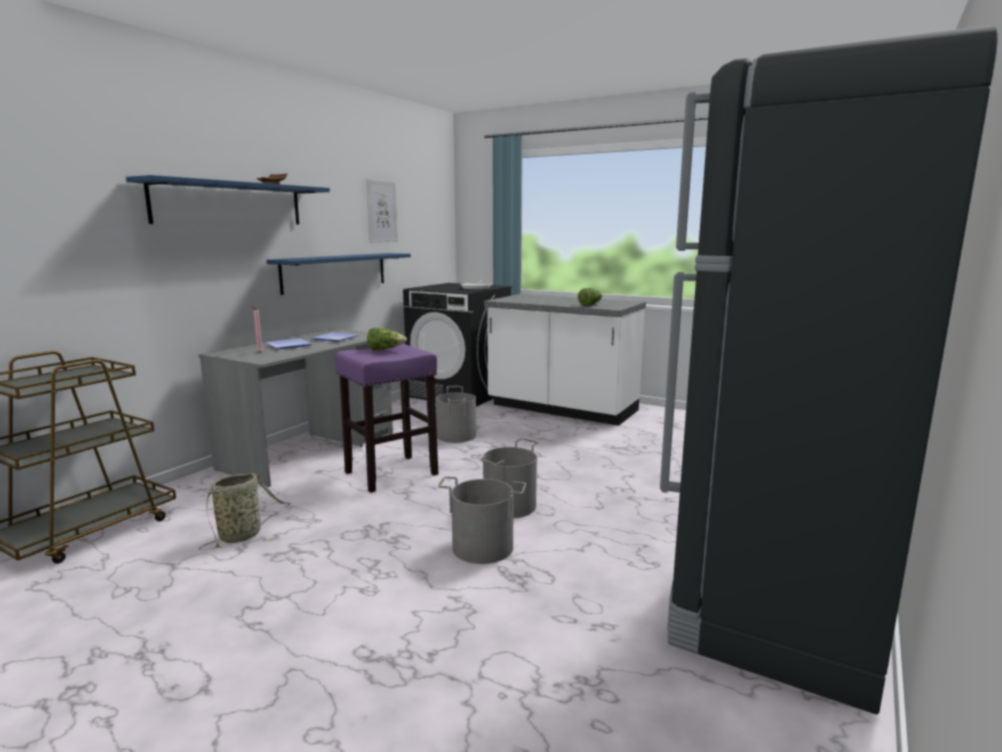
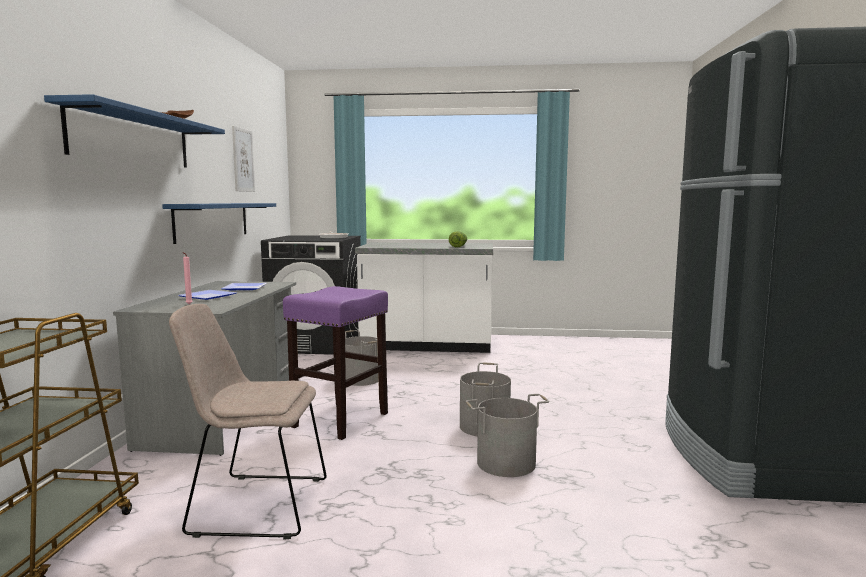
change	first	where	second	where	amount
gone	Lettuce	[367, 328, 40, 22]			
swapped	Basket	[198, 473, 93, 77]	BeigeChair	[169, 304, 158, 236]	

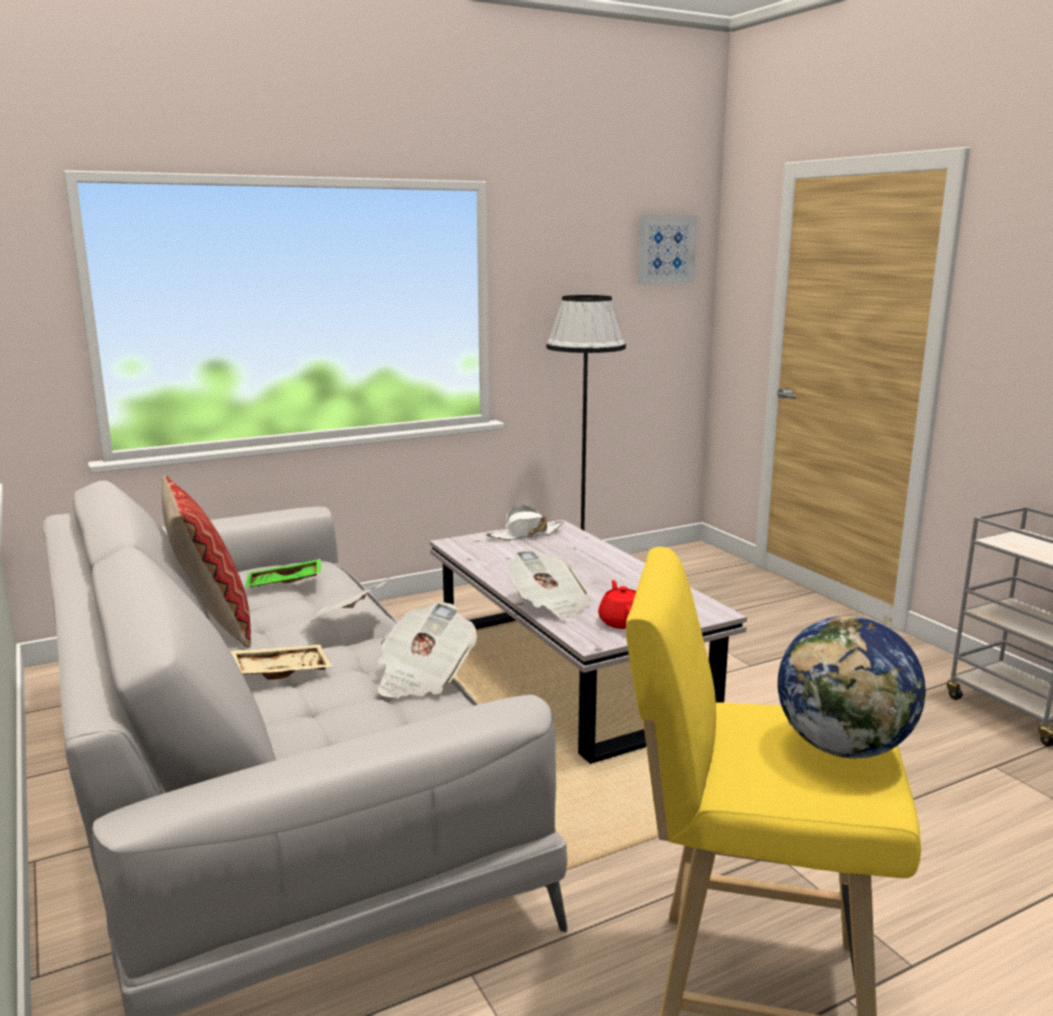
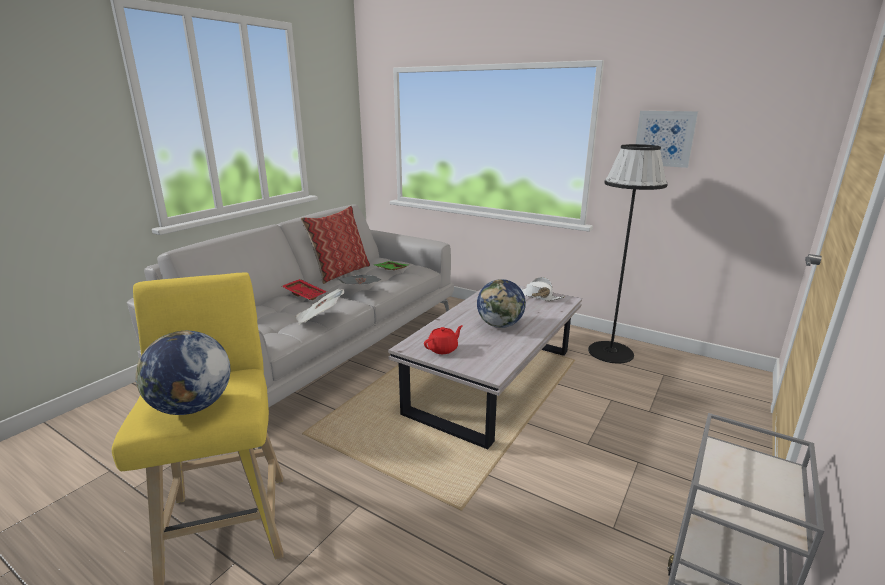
change	first	where	second	where	amount
shifted	Picture	[637, 215, 60, 70]		[636, 111, 62, 57]	
gone	Newspaper	[507, 549, 85, 72]			
repainted	BeigeTray	[230, 644, 102, 36]	RedTray	[282, 279, 45, 21]	
new			Globe	[477, 279, 49, 49]	

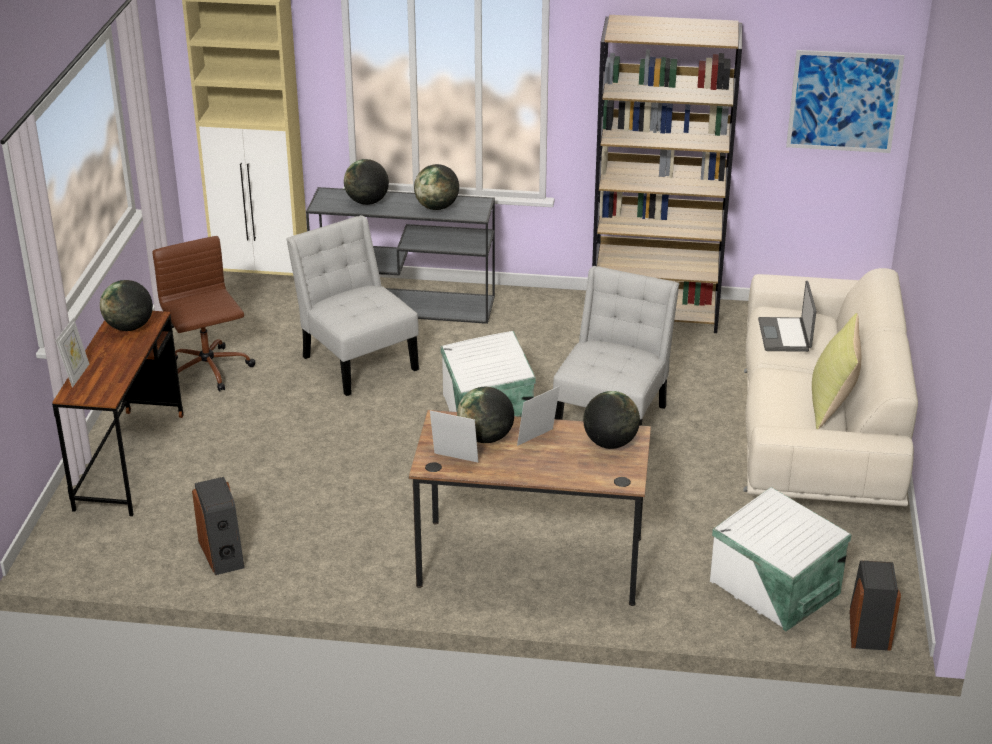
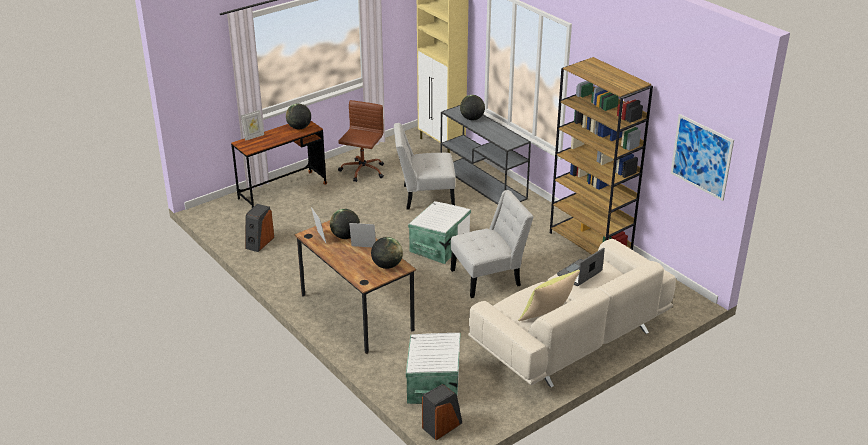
change	first	where	second	where	amount
gone	Globe	[414, 164, 45, 46]			
rotated	WhiteChair	[286, 215, 133, 181]		[394, 123, 62, 87]	105 degrees counterclockwise

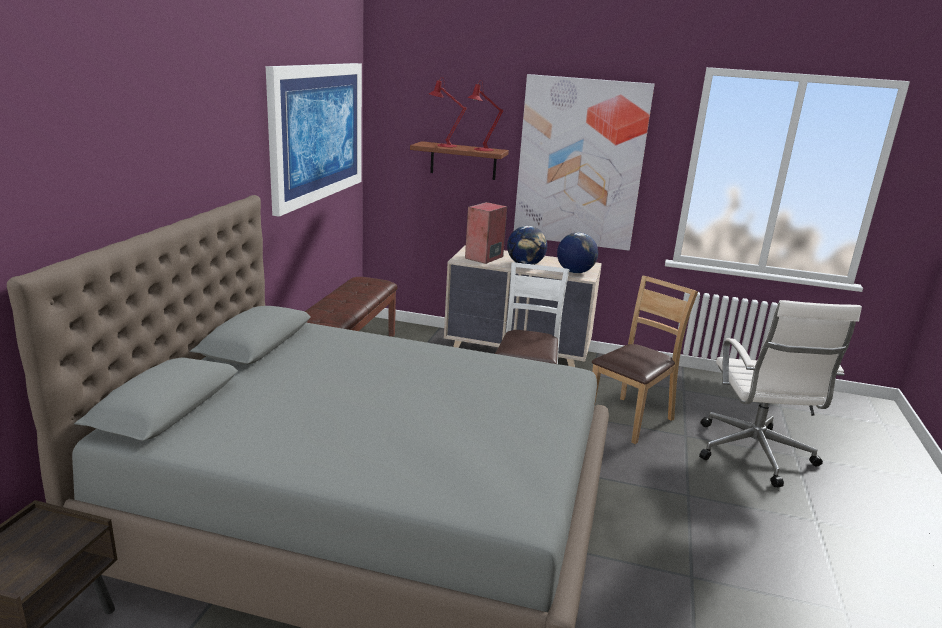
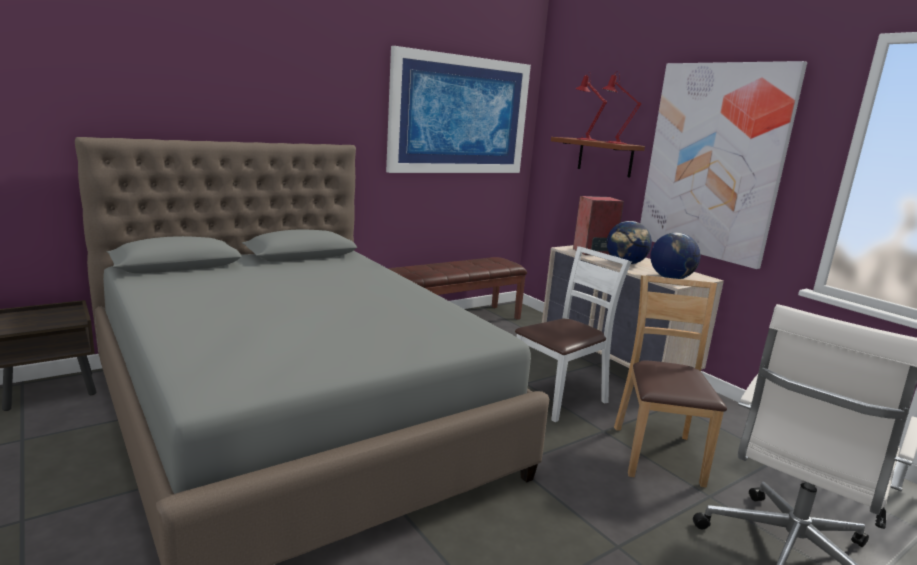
change	first	where	second	where	amount
rotated	BrownChair	[592, 275, 106, 169]		[614, 275, 113, 213]	75 degrees counterclockwise

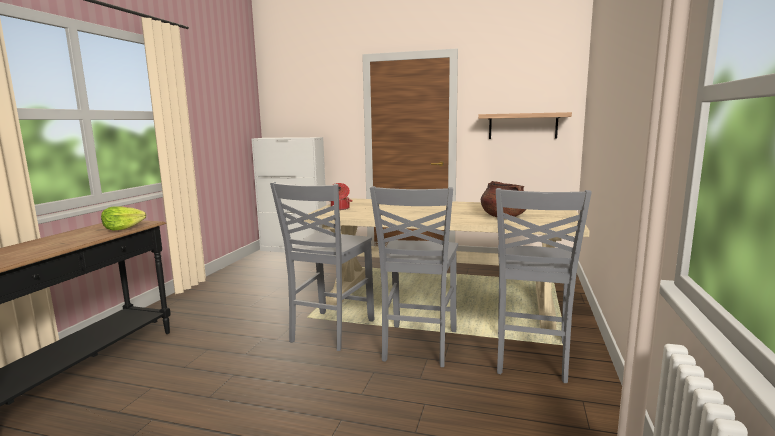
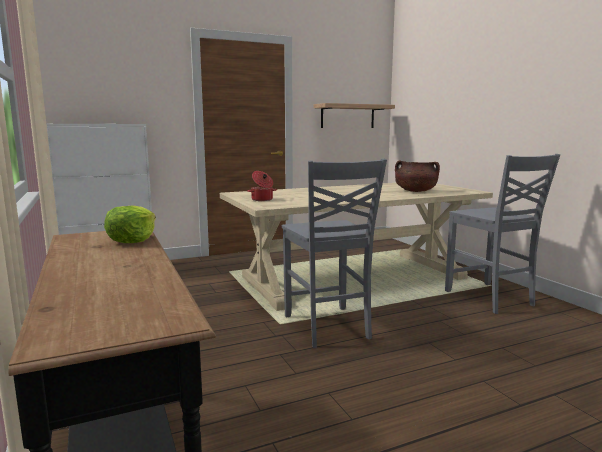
change	first	where	second	where	amount
gone	GreyChair	[370, 186, 88, 181]			

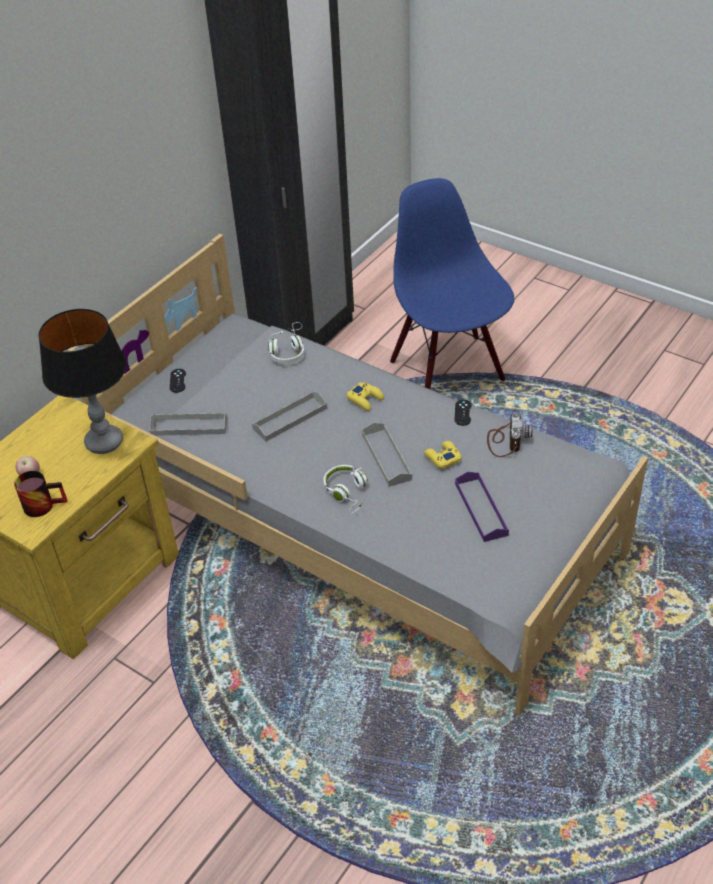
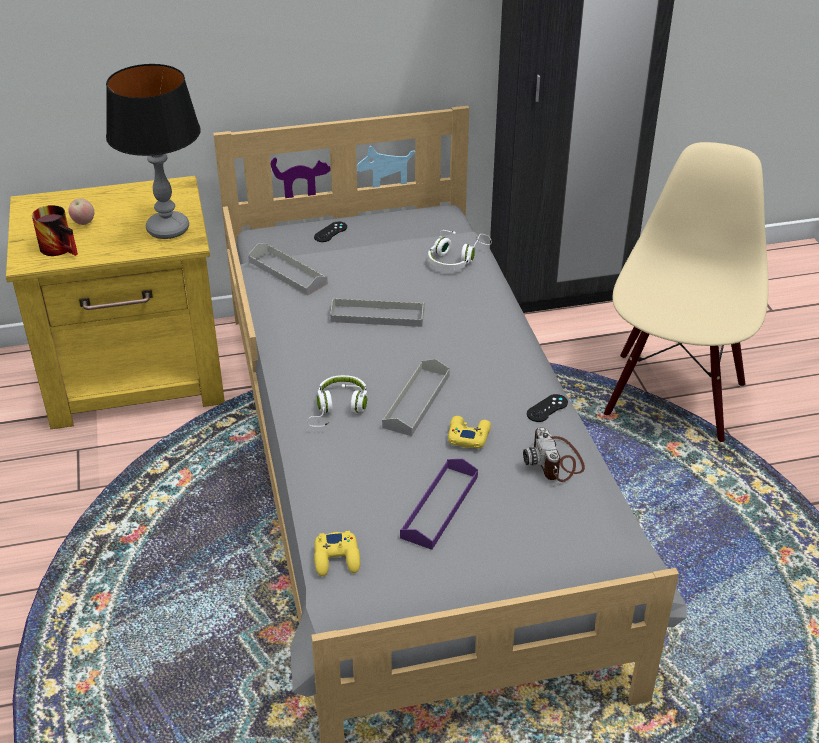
change	first	where	second	where	amount
repainted	BlueChair	[390, 178, 124, 211]	BeigeChair	[604, 142, 165, 300]	
shifted	YellowGameController	[347, 382, 37, 29]		[314, 531, 46, 45]	
rotated	PhotoCamera	[487, 413, 45, 44]		[523, 426, 62, 56]	120 degrees clockwise

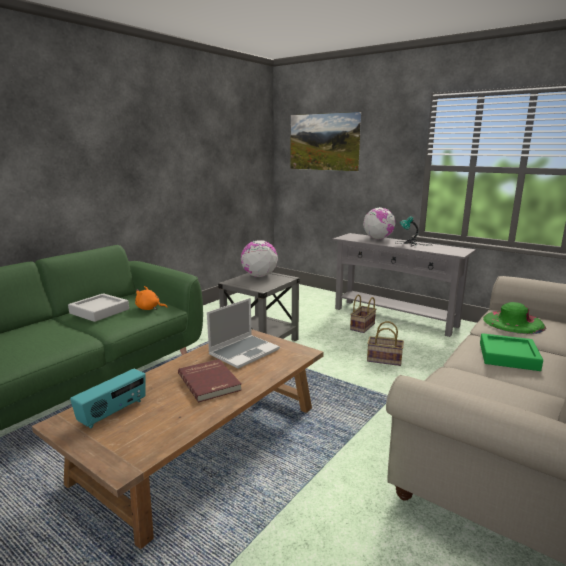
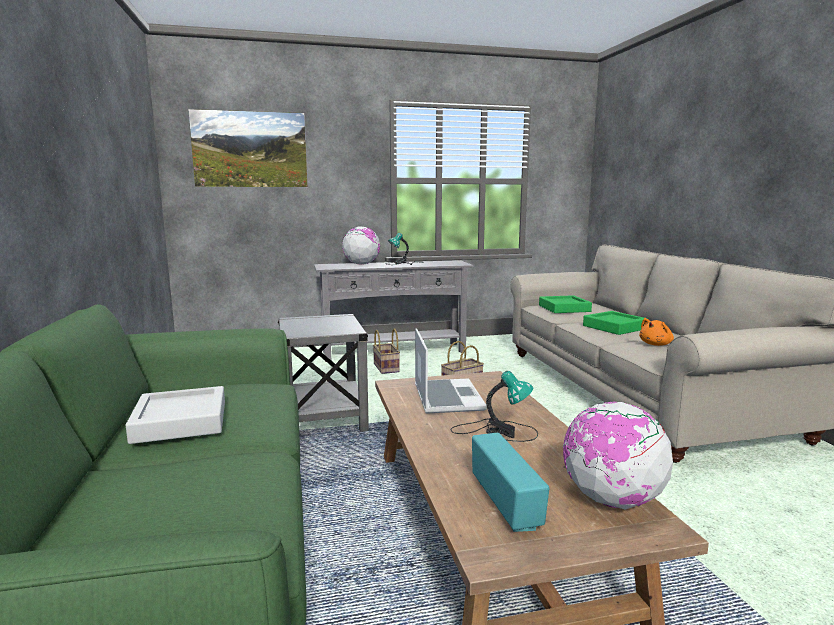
change	first	where	second	where	amount
shifted	Globe	[241, 240, 37, 37]		[563, 402, 110, 108]	
shifted	OrangePlushToy	[135, 286, 33, 24]		[639, 318, 35, 28]	
swapped	GreenHat	[483, 302, 63, 32]	GreenTray	[539, 295, 53, 18]	
swapped	RedBook	[178, 359, 64, 43]	TableLamp	[451, 371, 87, 71]	

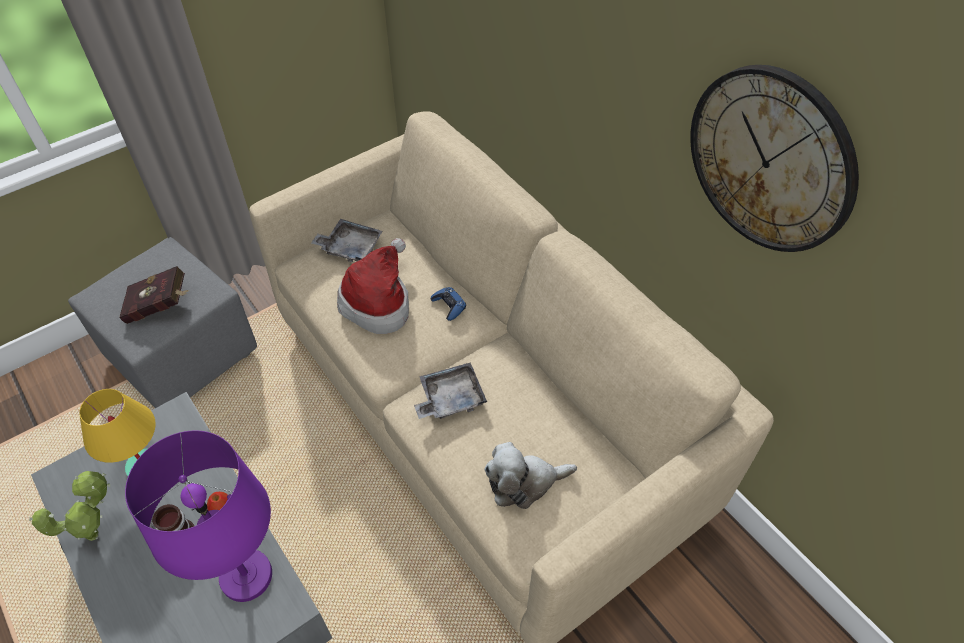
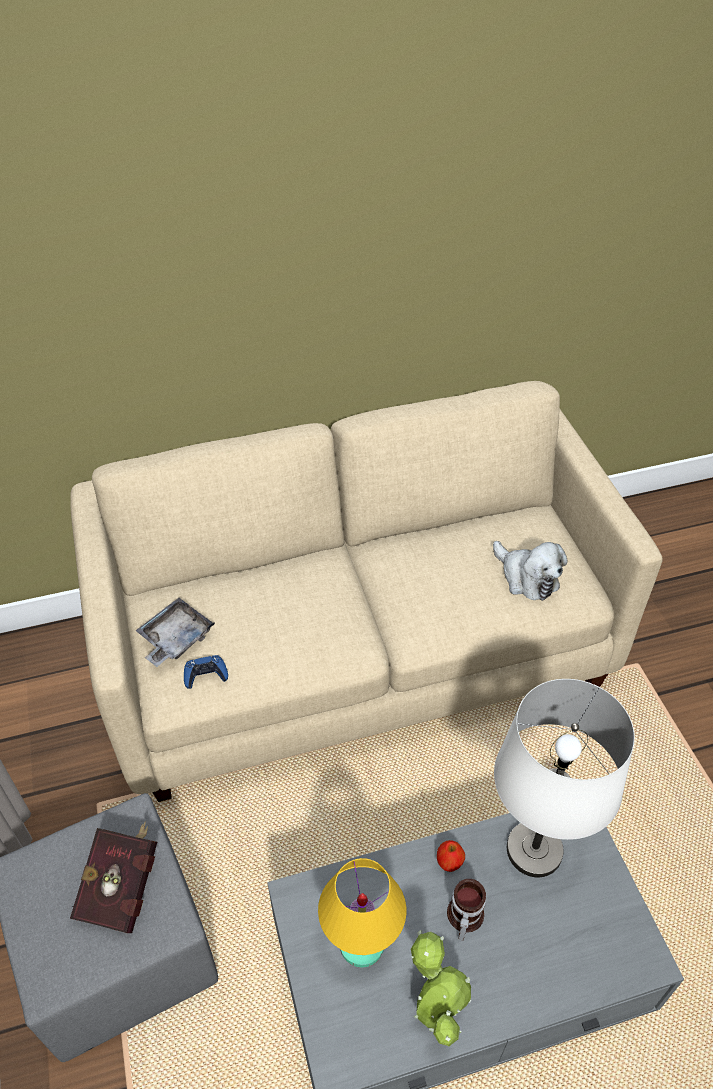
change	first	where	second	where	amount
gone	WallClock	[690, 65, 169, 187]			
gone	Hat	[337, 238, 72, 96]			
shifted	BlueGameController	[431, 287, 35, 34]		[184, 655, 44, 34]	
gone	GreyTray	[414, 362, 73, 57]			
repainted	PurpleTableLamp	[125, 431, 147, 171]	WhiteTableLamp	[494, 679, 141, 198]	
rotated	PlushToy	[484, 442, 93, 67]		[493, 541, 74, 60]	45 degrees counterclockwise

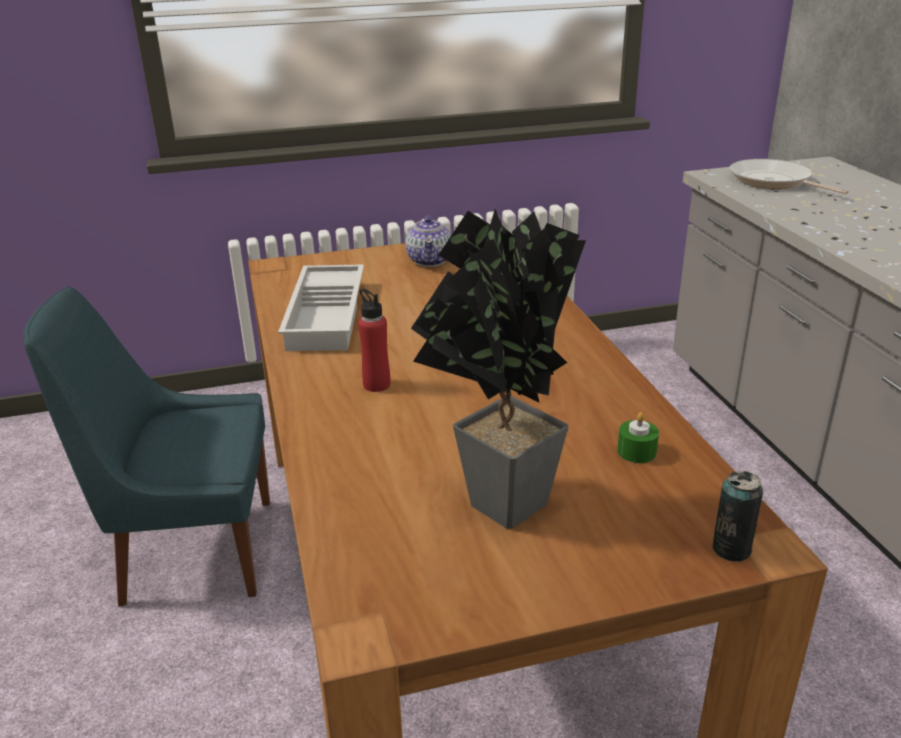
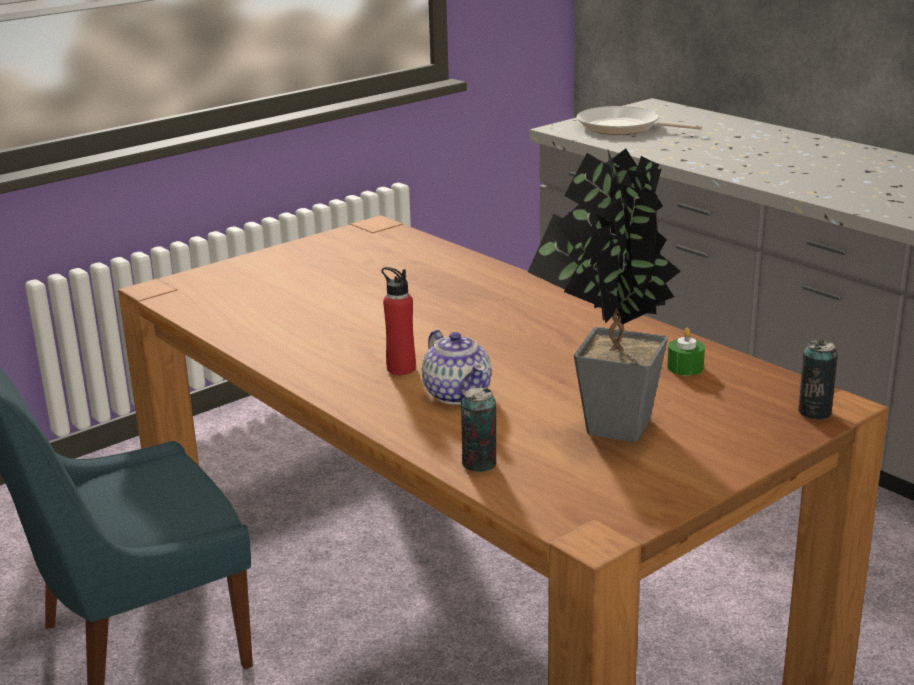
change	first	where	second	where	amount
shifted	Teapot	[405, 216, 46, 51]		[422, 330, 69, 74]	
gone	WhiteTray	[278, 265, 86, 86]			
new			Can	[461, 388, 35, 84]	

